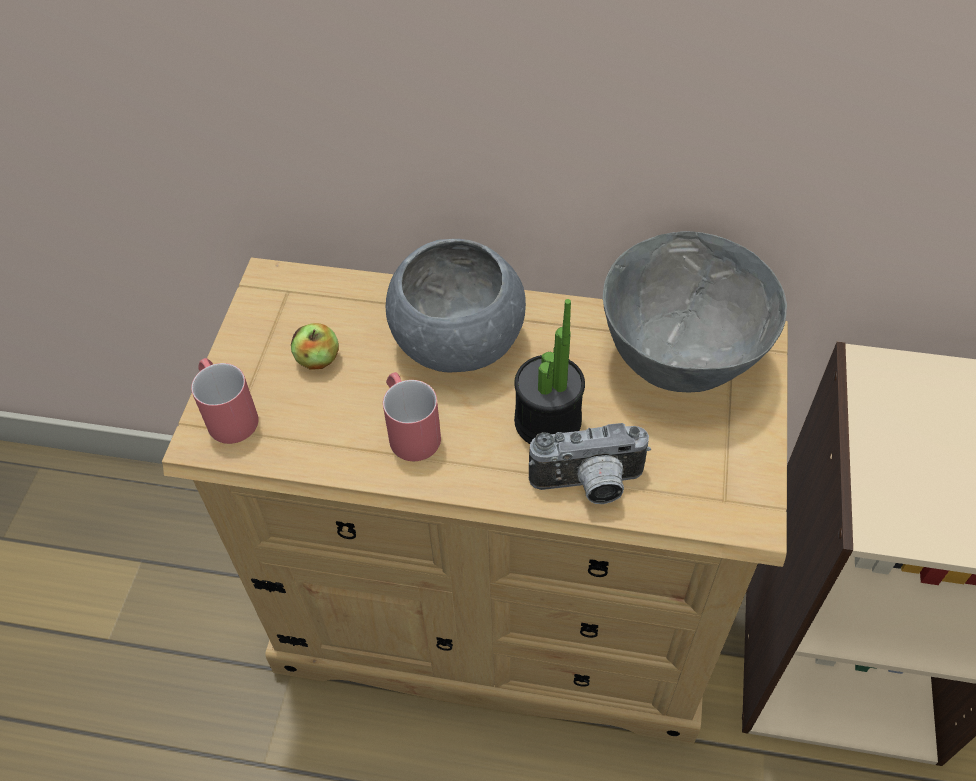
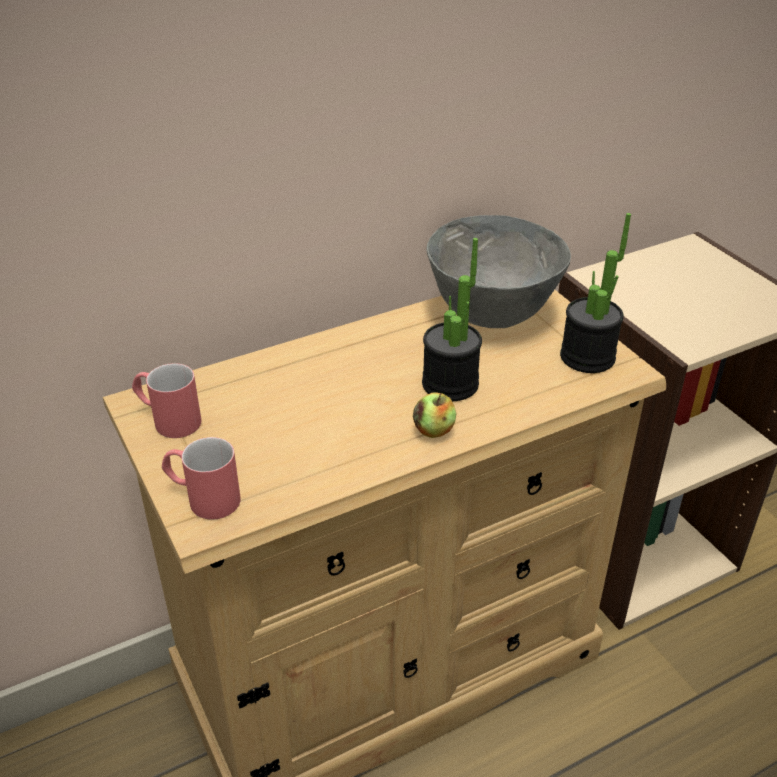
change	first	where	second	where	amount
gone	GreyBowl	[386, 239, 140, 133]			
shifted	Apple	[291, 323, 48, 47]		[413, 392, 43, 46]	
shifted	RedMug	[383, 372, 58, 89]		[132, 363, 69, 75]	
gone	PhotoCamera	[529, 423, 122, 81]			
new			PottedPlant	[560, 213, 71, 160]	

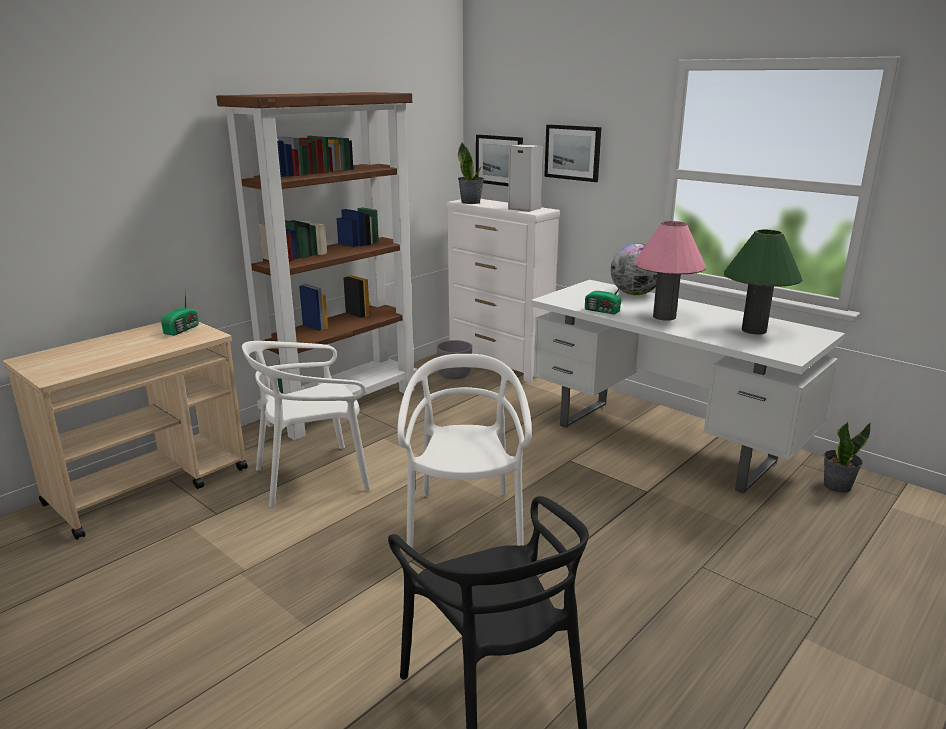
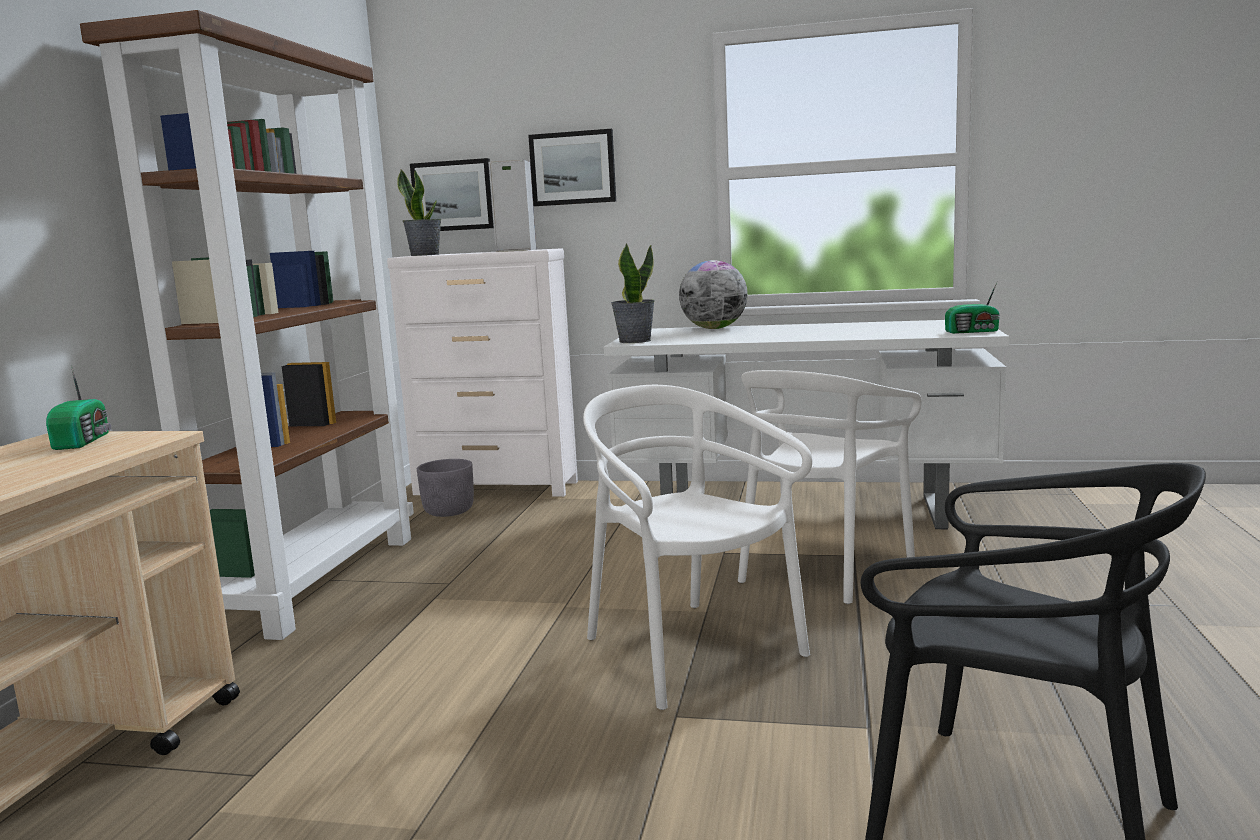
change	first	where	second	where	amount
gone	PinkTableLamp	[635, 221, 71, 100]			
gone	GreenTableLamp	[724, 230, 78, 104]			
shifted	Radio	[585, 279, 41, 36]		[945, 282, 55, 52]	
shifted	WhiteChair	[242, 341, 129, 166]		[738, 370, 184, 234]	
shifted	PottedPlant	[824, 422, 47, 71]		[611, 243, 44, 100]	

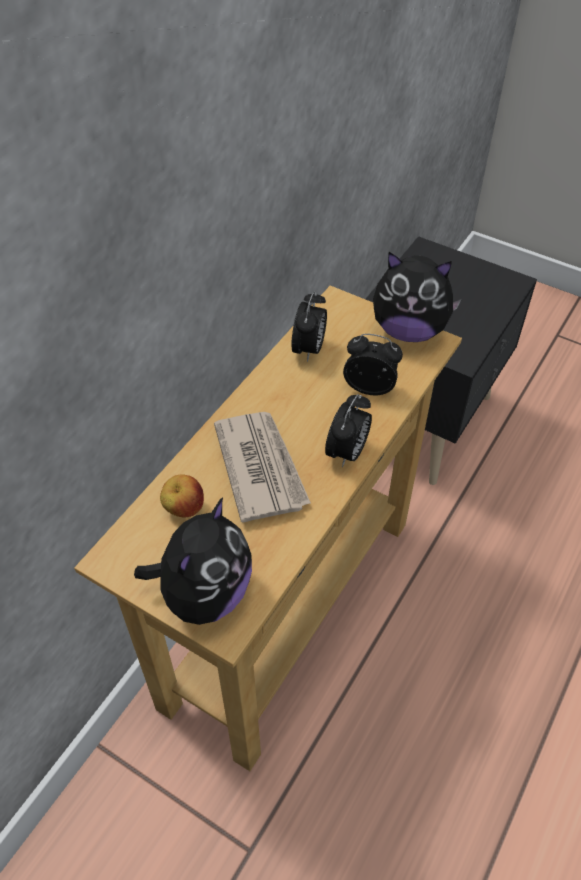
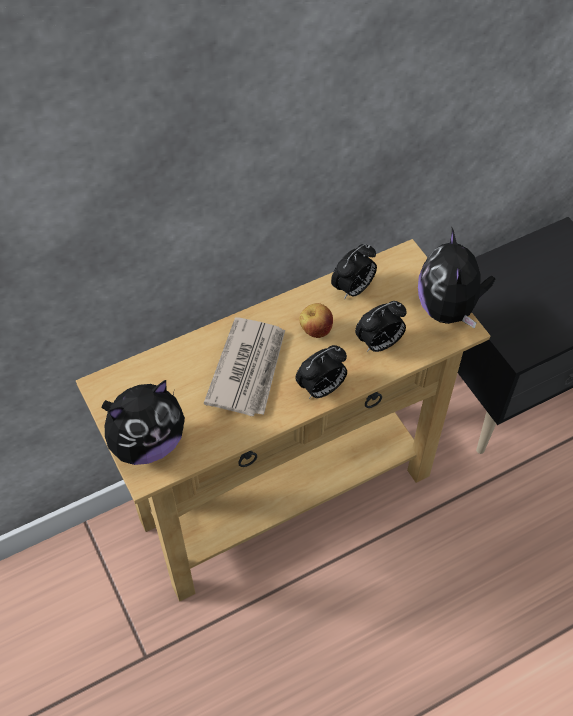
change	first	where	second	where	amount
rotated	PlushToy	[373, 252, 89, 90]		[418, 228, 77, 101]	45 degrees clockwise
rotated	AlarmClock	[343, 334, 60, 61]		[355, 301, 52, 51]	105 degrees clockwise
shifted	Apple	[160, 474, 44, 44]		[299, 303, 34, 35]	

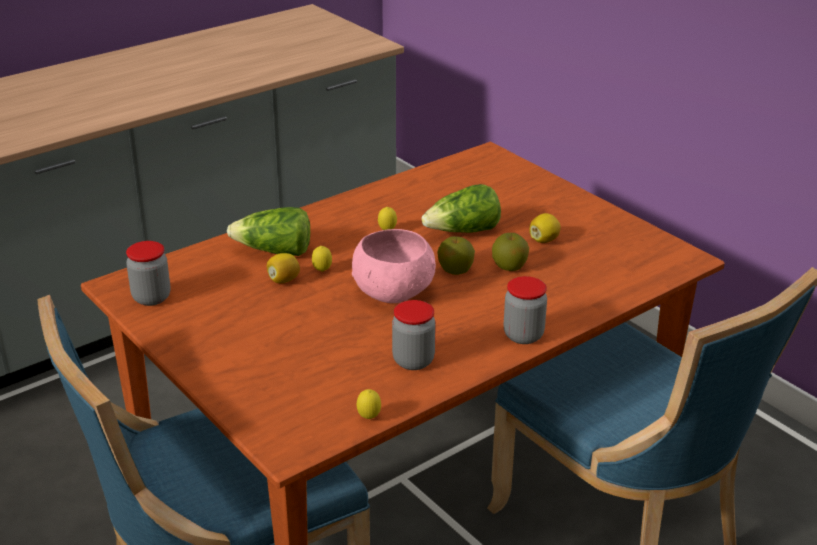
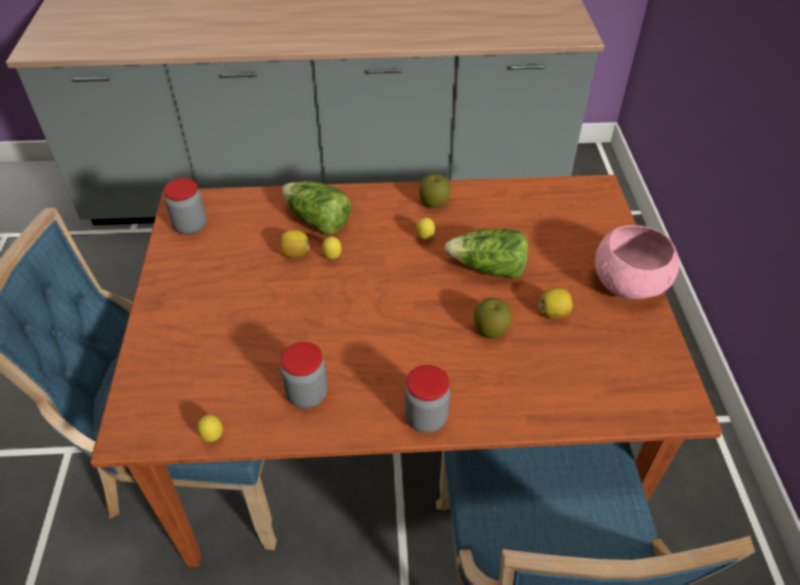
change	first	where	second	where	amount
shifted	PinkBowl	[352, 229, 84, 74]		[595, 225, 85, 75]	
shifted	Apple	[437, 236, 38, 39]		[419, 174, 32, 34]	

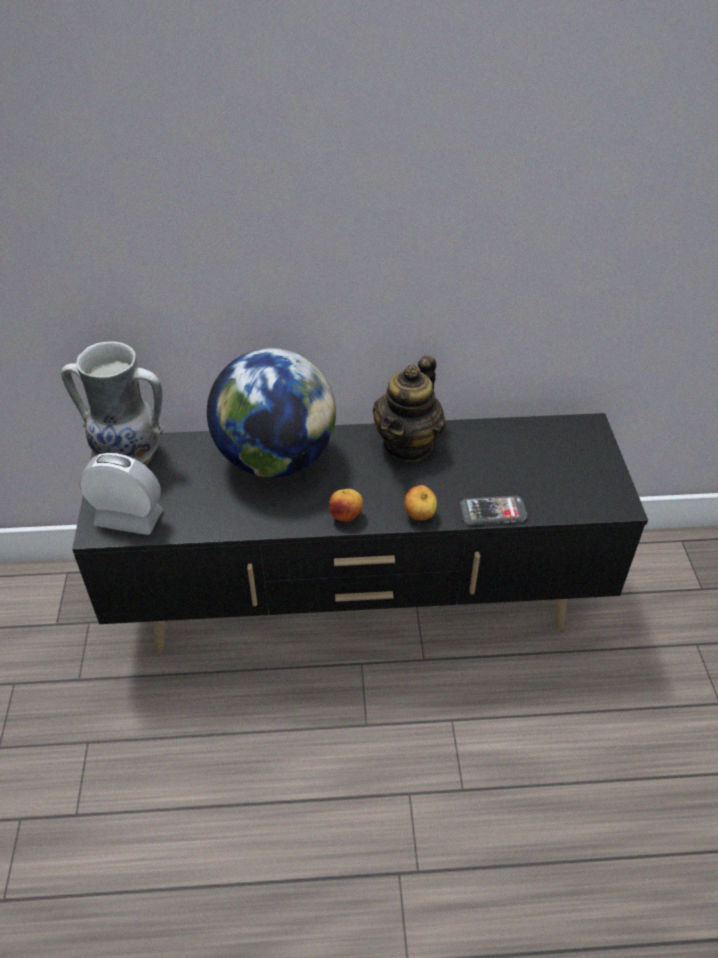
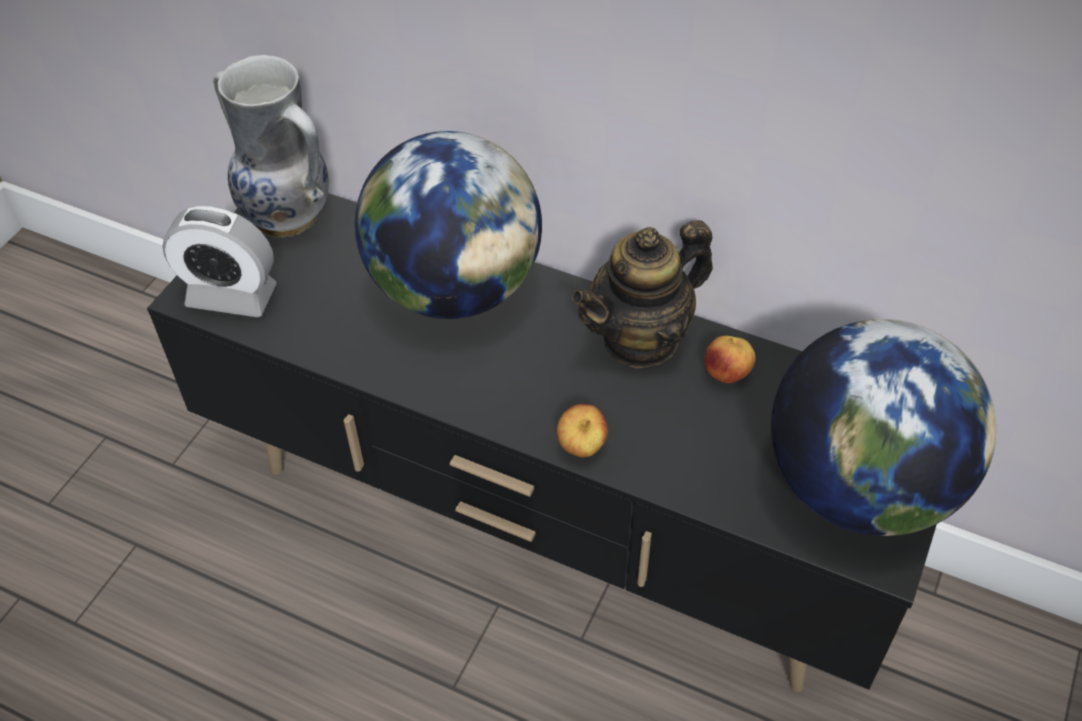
change	first	where	second	where	amount
rotated	AlarmClock	[79, 453, 84, 82]		[162, 206, 115, 111]	150 degrees clockwise
shifted	Apple	[329, 489, 34, 33]		[704, 336, 51, 47]	
gone	Phone	[460, 496, 67, 29]			
new			Globe	[771, 319, 225, 217]	

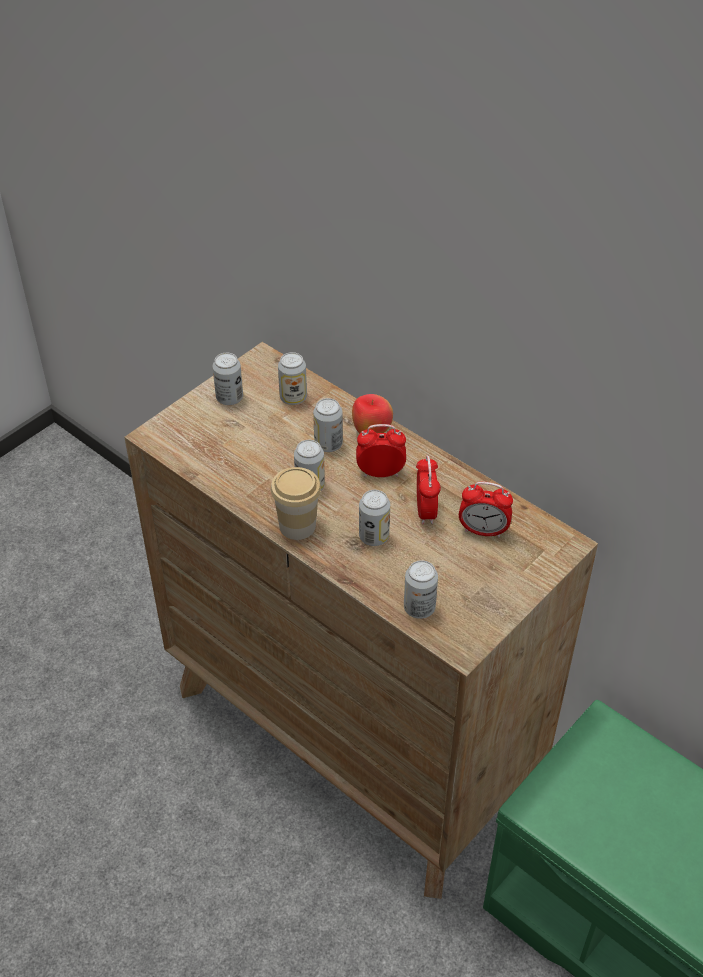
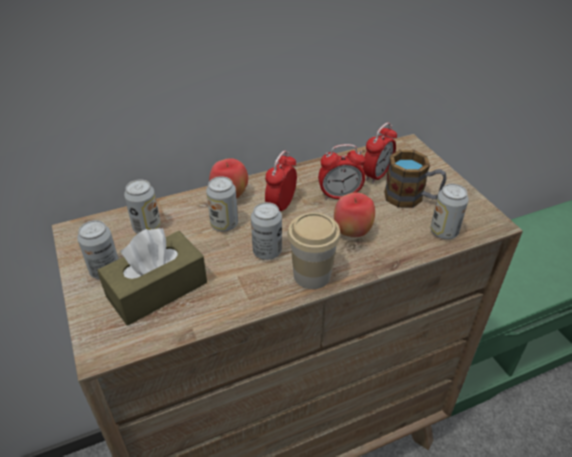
change	first	where	second	where	amount
rotated	AlarmClock	[416, 455, 25, 70]		[318, 144, 47, 56]	150 degrees clockwise
swapped	Can	[359, 490, 31, 56]	Apple	[334, 193, 41, 44]	
new			Mug	[384, 150, 63, 58]	
new			BrownTissueBox	[97, 228, 110, 98]	

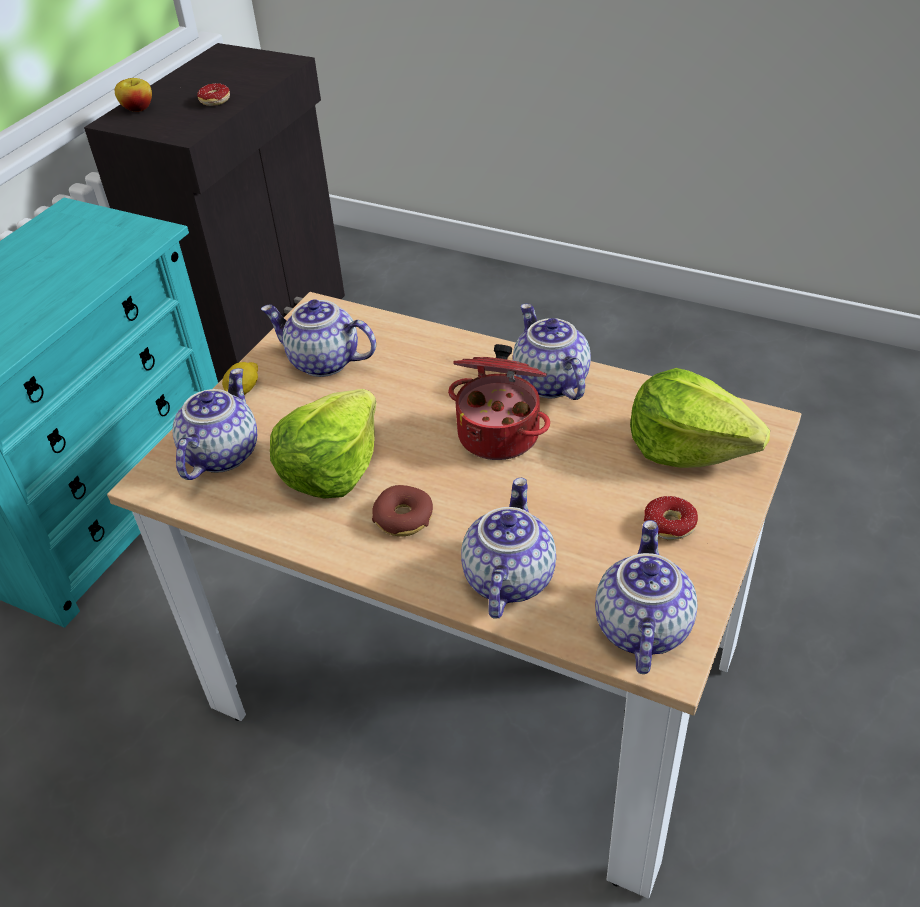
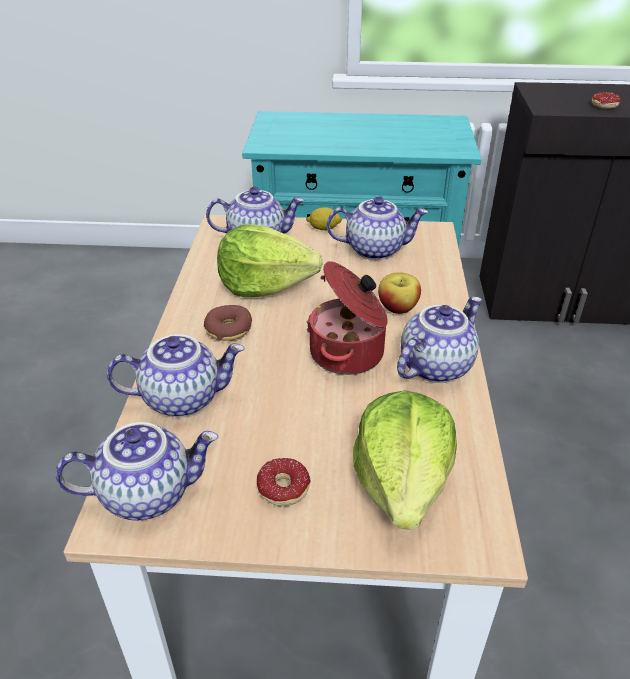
change	first	where	second	where	amount
shifted	Apple	[115, 78, 37, 34]		[378, 272, 43, 42]	
rotated	Teapot	[261, 299, 115, 78]		[327, 196, 101, 64]	90 degrees clockwise

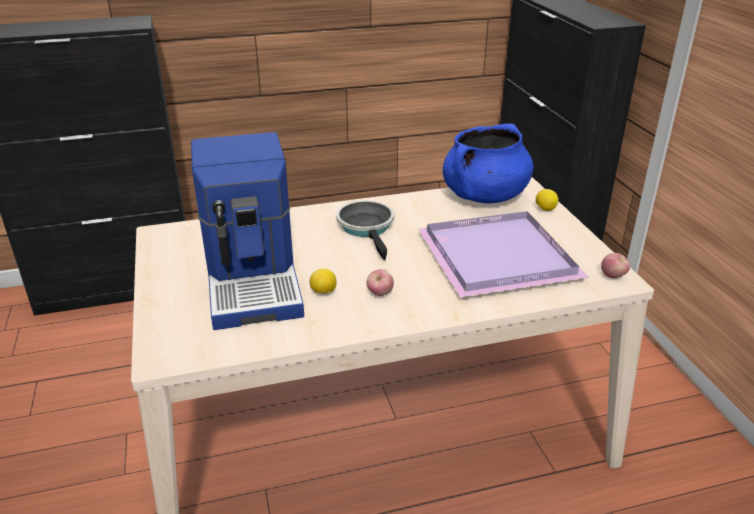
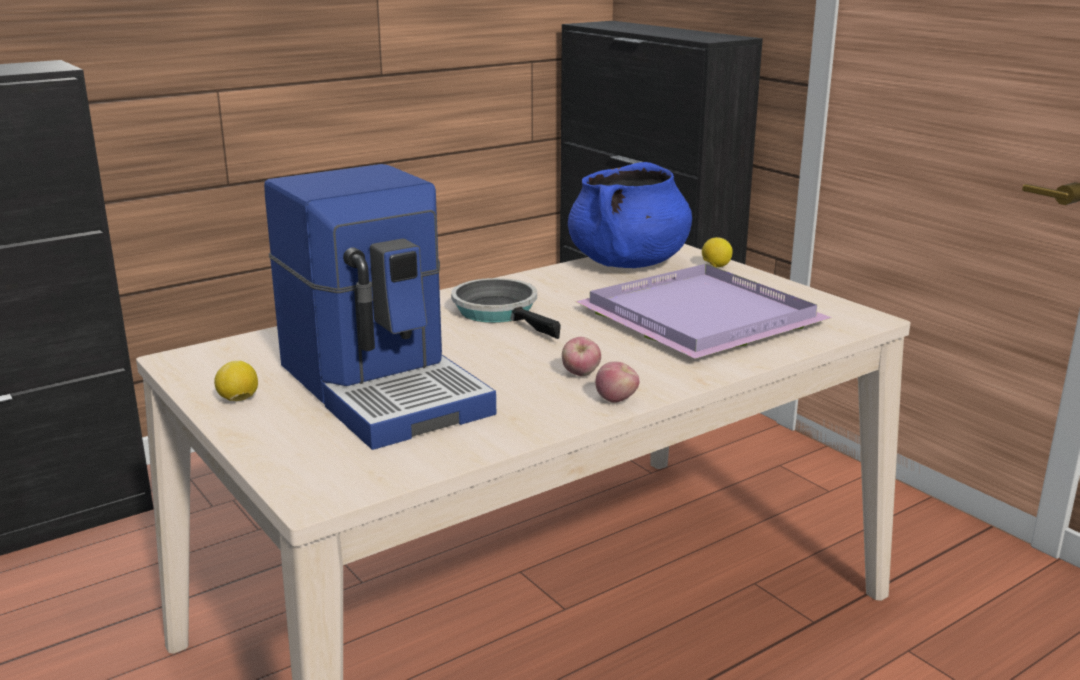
change	first	where	second	where	amount
shifted	Apple	[601, 253, 29, 25]		[595, 361, 44, 41]	
shifted	Lemon	[310, 268, 26, 26]		[214, 361, 44, 40]	

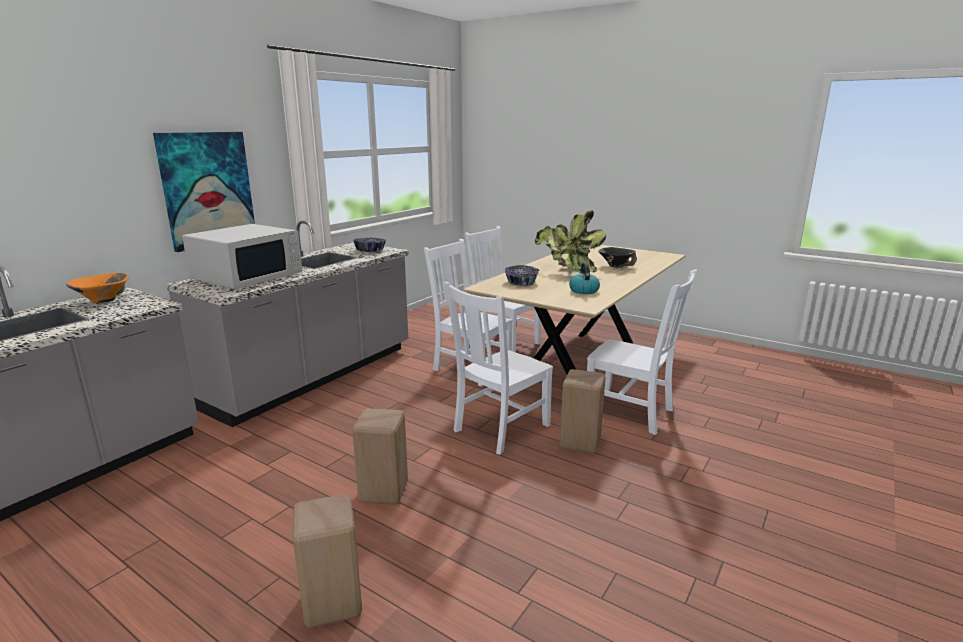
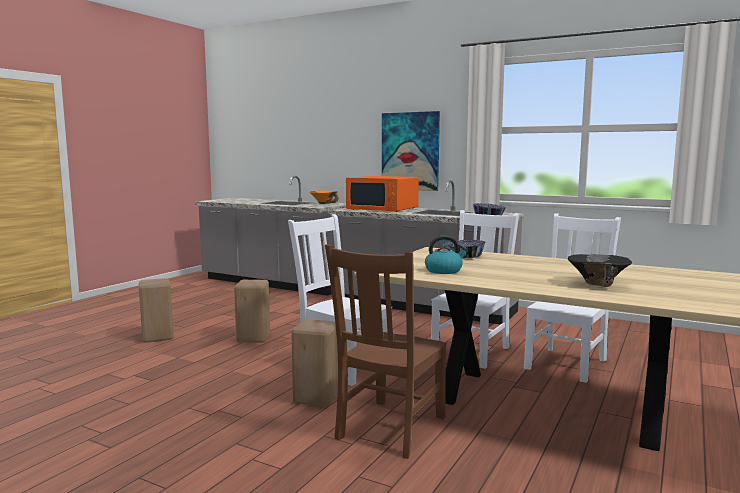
change	first	where	second	where	amount
gone	PottedPlant	[534, 210, 72, 62]			
repainted	WhiteMicrowave	[182, 224, 120, 65]	OrangeMicrowave	[346, 176, 73, 36]	
repainted	WhiteChair	[587, 270, 110, 165]	BrownChair	[325, 244, 122, 215]	

